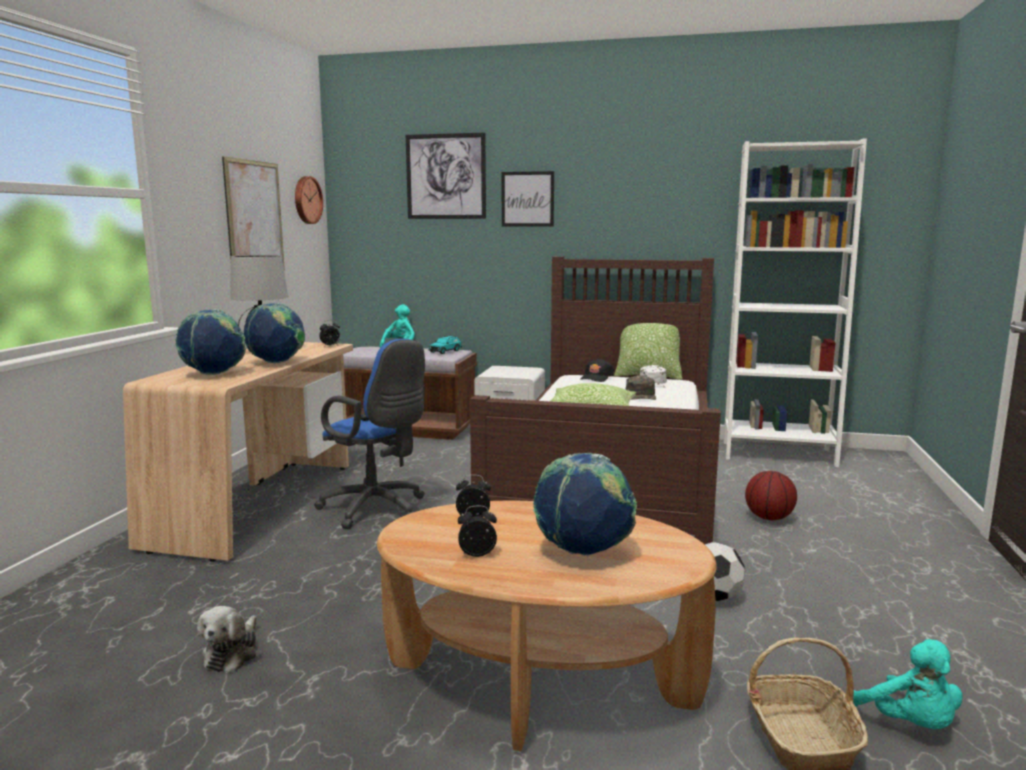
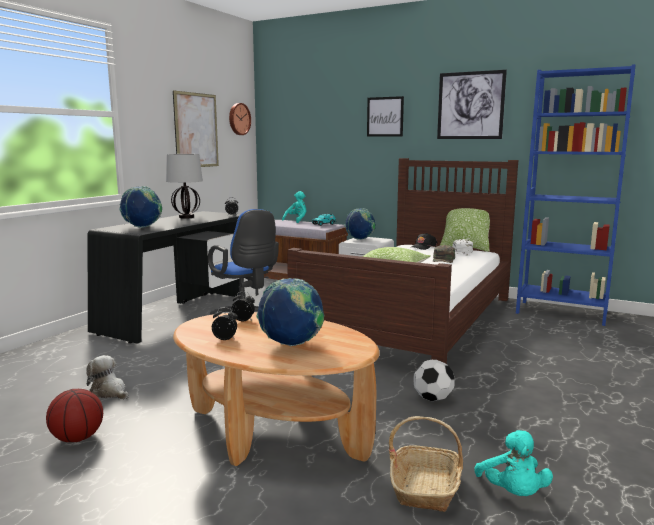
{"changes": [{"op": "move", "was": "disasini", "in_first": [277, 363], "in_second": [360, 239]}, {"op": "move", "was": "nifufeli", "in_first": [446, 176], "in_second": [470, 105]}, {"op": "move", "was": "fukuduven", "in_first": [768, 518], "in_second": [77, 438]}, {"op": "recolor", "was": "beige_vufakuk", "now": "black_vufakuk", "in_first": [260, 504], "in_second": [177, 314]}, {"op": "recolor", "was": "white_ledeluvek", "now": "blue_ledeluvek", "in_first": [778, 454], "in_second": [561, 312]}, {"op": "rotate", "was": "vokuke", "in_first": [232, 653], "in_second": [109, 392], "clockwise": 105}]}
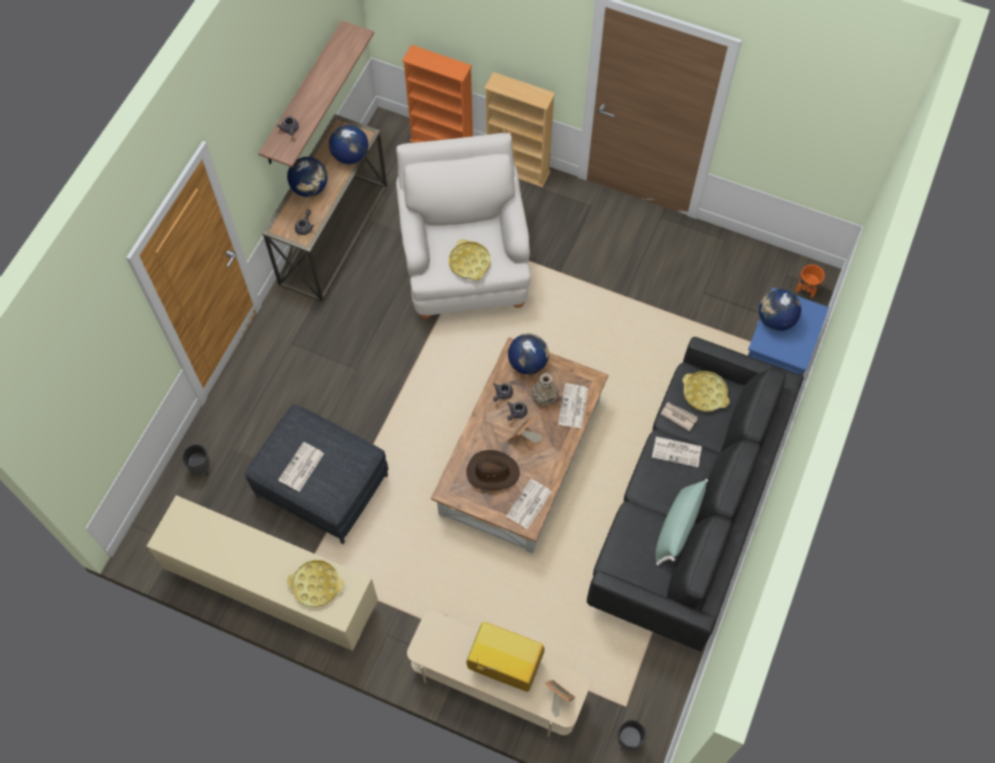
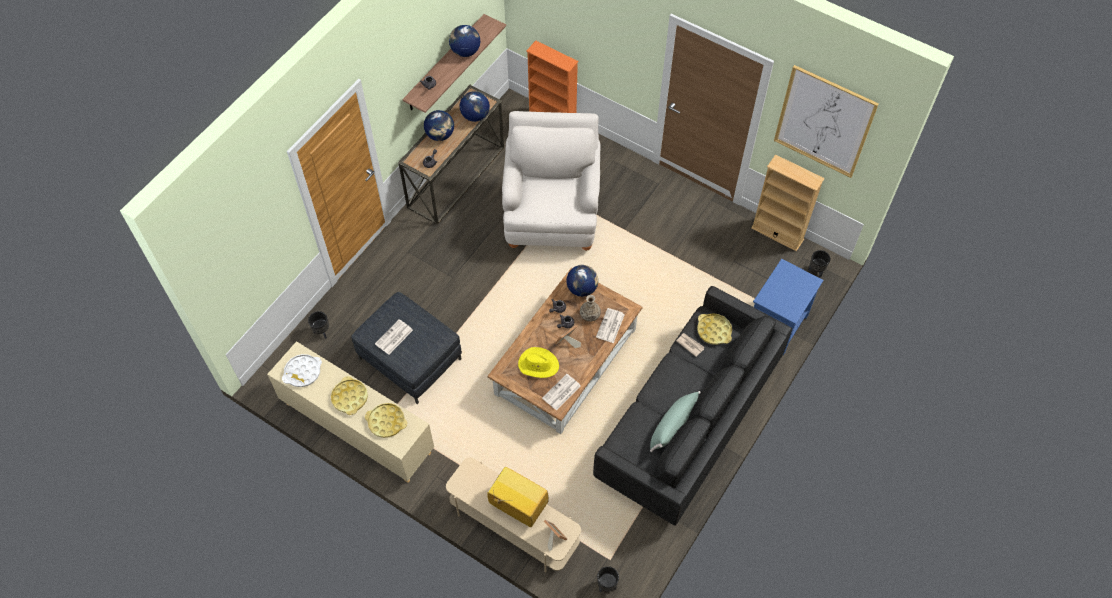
{"changes": [{"op": "delete", "was": "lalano", "in_first": [677, 451]}, {"op": "insert", "now": "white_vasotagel", "in_second": [303, 372]}, {"op": "insert", "now": "nifufeli", "in_second": [824, 122]}, {"op": "move", "was": "yellow_vasotagel", "in_first": [469, 262], "in_second": [350, 397]}, {"op": "move", "was": "beige_ledeluvek", "in_first": [517, 169], "in_second": [777, 233]}, {"op": "move", "was": "disasini", "in_first": [775, 320], "in_second": [465, 52]}, {"op": "recolor", "was": "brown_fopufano", "now": "yellow_fopufano", "in_first": [492, 472], "in_second": [538, 364]}, {"op": "recolor", "was": "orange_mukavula", "now": "black_mukavula", "in_first": [805, 290], "in_second": [815, 271]}]}
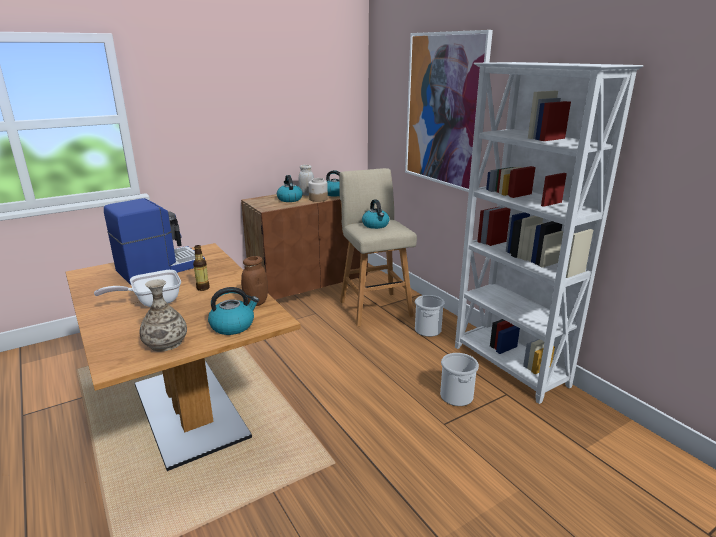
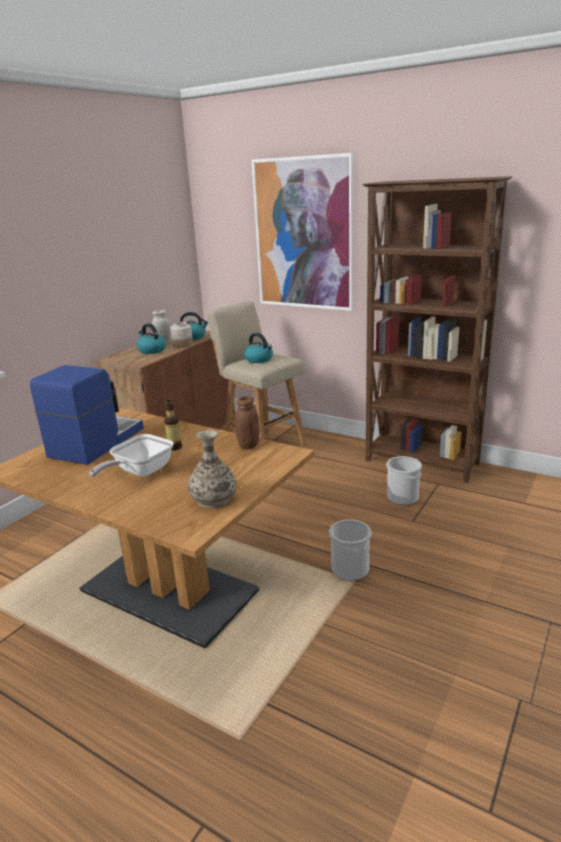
{"changes": [{"op": "delete", "was": "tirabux", "in_first": [233, 325]}, {"op": "move", "was": "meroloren", "in_first": [427, 330], "in_second": [349, 569]}, {"op": "recolor", "was": "white_ledeluvek", "now": "brown_ledeluvek", "in_first": [509, 367], "in_second": [422, 463]}]}
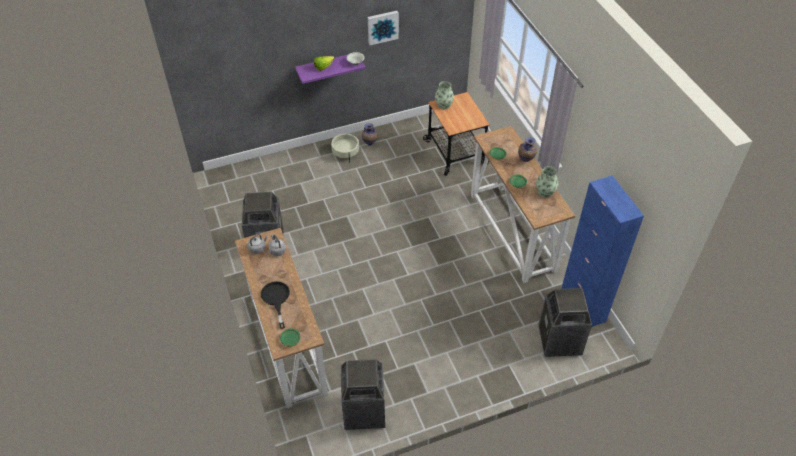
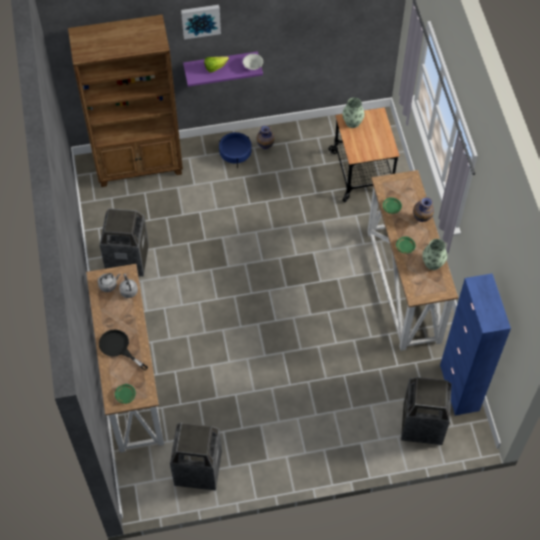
{"changes": [{"op": "insert", "now": "brown_ledeluvek", "in_second": [140, 165]}, {"op": "move", "was": "nifufeli", "in_first": [382, 27], "in_second": [200, 20]}, {"op": "recolor", "was": "beige_mukavula", "now": "blue_mukavula", "in_first": [345, 153], "in_second": [235, 154]}, {"op": "rotate", "was": "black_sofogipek", "in_first": [276, 299], "in_second": [118, 348], "clockwise": -45}]}
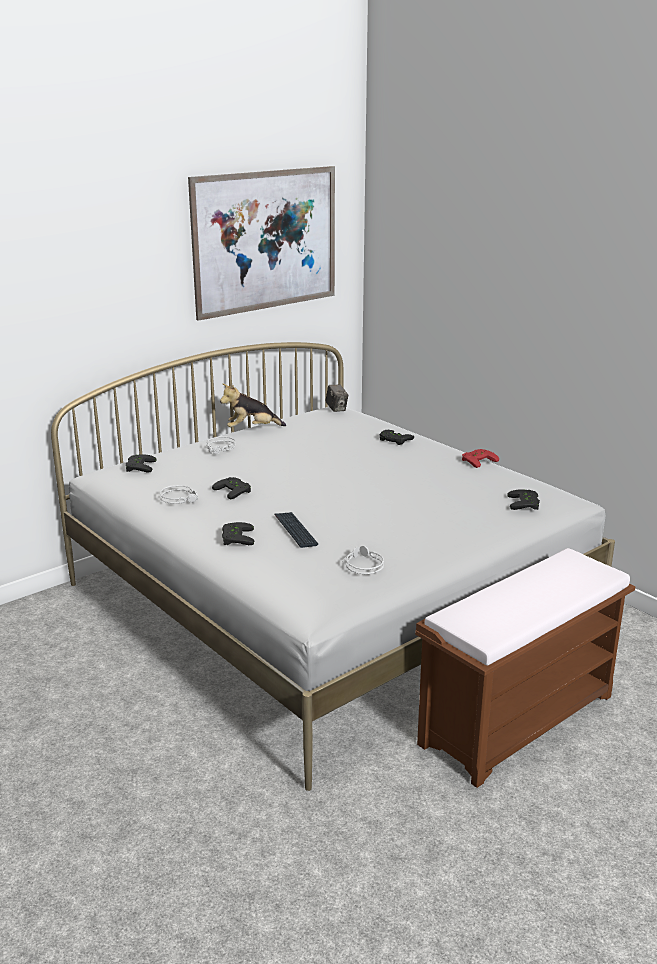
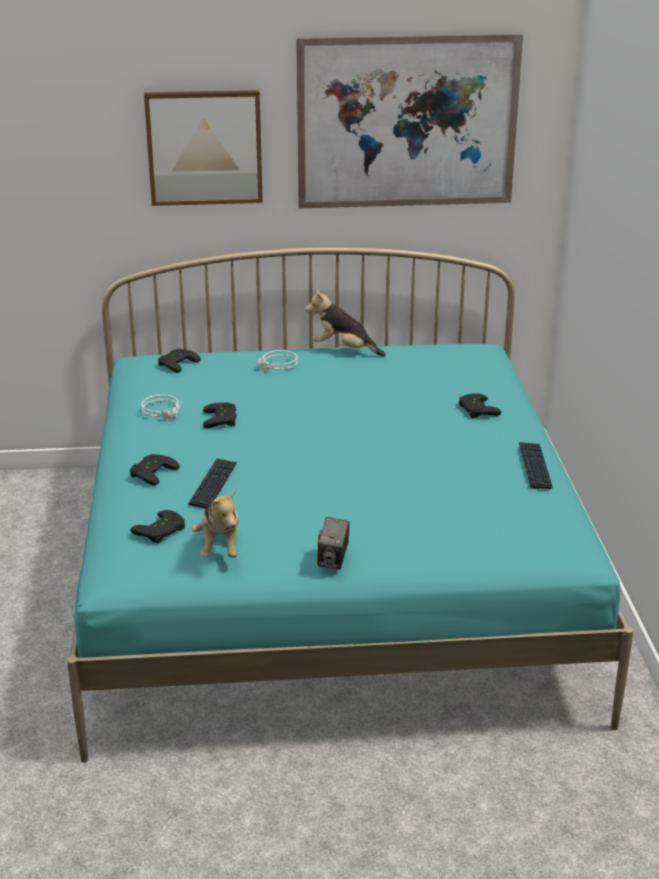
{"changes": [{"op": "delete", "was": "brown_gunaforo", "in_first": [518, 718]}, {"op": "insert", "now": "nifufeli", "in_second": [204, 147]}, {"op": "move", "was": "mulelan", "in_first": [336, 409], "in_second": [333, 560]}, {"op": "move", "was": "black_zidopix", "in_first": [526, 503], "in_second": [161, 531]}, {"op": "replace", "was": "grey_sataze", "now": "vokuke", "in_first": [362, 565], "in_second": [220, 546]}, {"op": "replace", "was": "red_zidopix", "now": "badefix", "in_first": [477, 460], "in_second": [534, 466]}, {"op": "recolor", "was": "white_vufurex", "now": "turquoise_vufurex", "in_first": [328, 600], "in_second": [329, 578]}]}
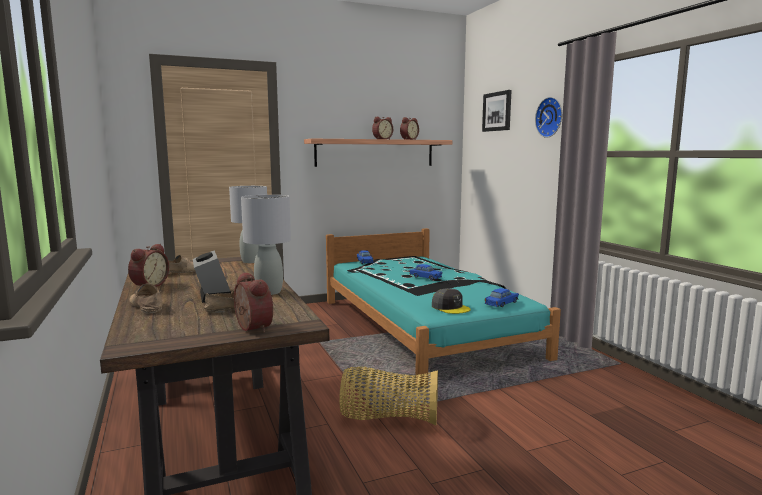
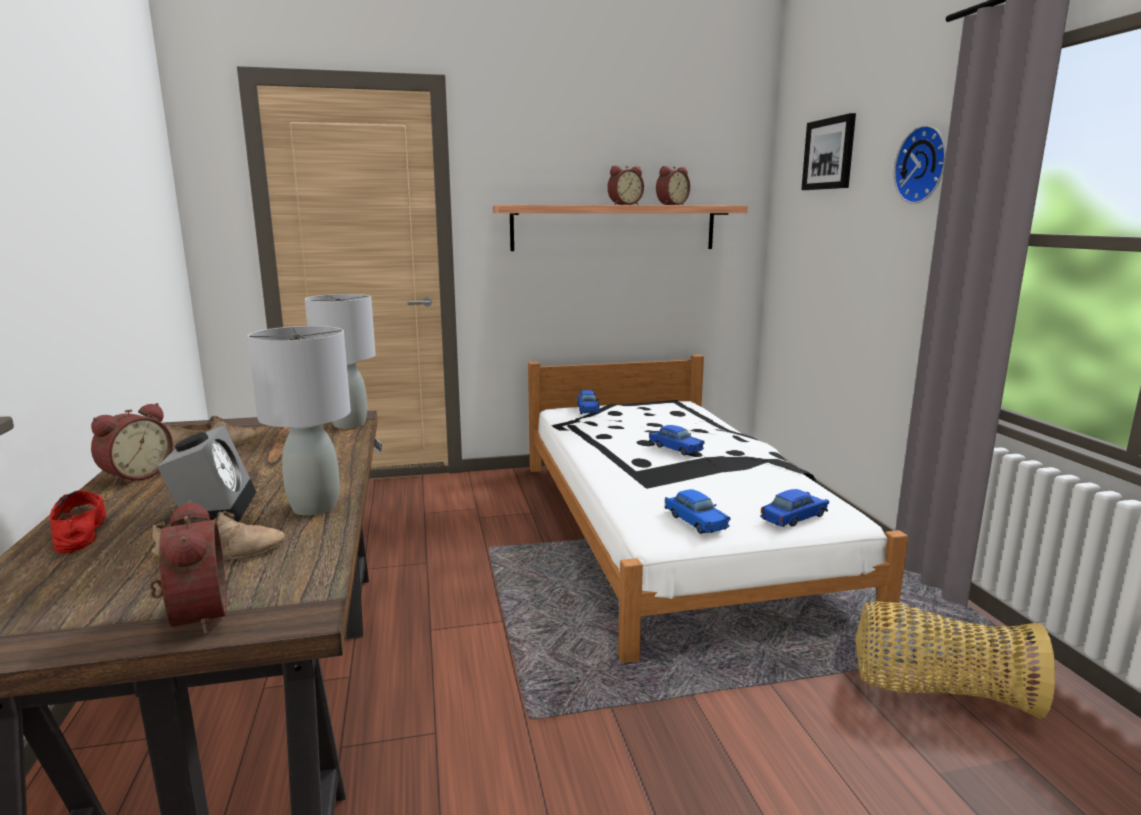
{"changes": [{"op": "move", "was": "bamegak", "in_first": [388, 418], "in_second": [938, 692]}, {"op": "replace", "was": "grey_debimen", "now": "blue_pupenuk", "in_first": [450, 307], "in_second": [695, 521]}, {"op": "recolor", "was": "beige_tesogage", "now": "red_tesogage", "in_first": [145, 306], "in_second": [77, 532]}, {"op": "recolor", "was": "turquoise_vufurex", "now": "white_vufurex", "in_first": [423, 326], "in_second": [669, 529]}]}
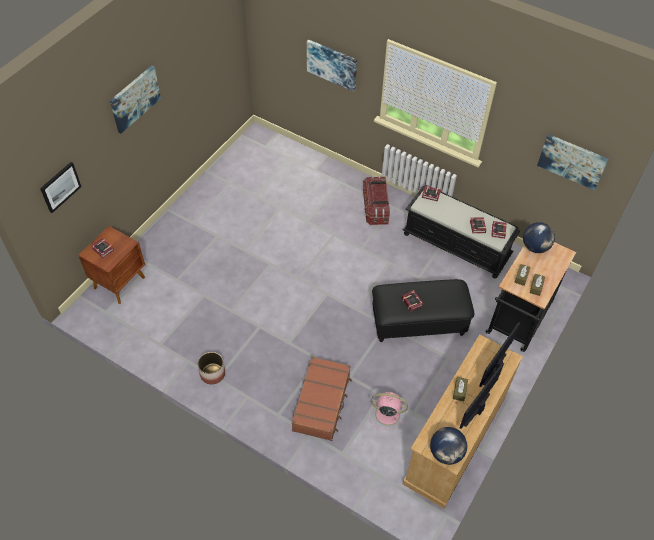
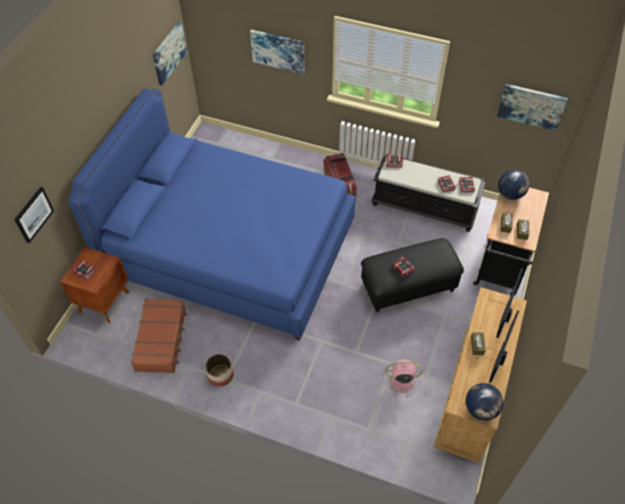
{"changes": [{"op": "insert", "now": "blue_vufurex", "in_second": [230, 249]}, {"op": "move", "was": "nifufeli", "in_first": [135, 98], "in_second": [169, 53]}, {"op": "move", "was": "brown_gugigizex", "in_first": [322, 402], "in_second": [161, 340]}]}
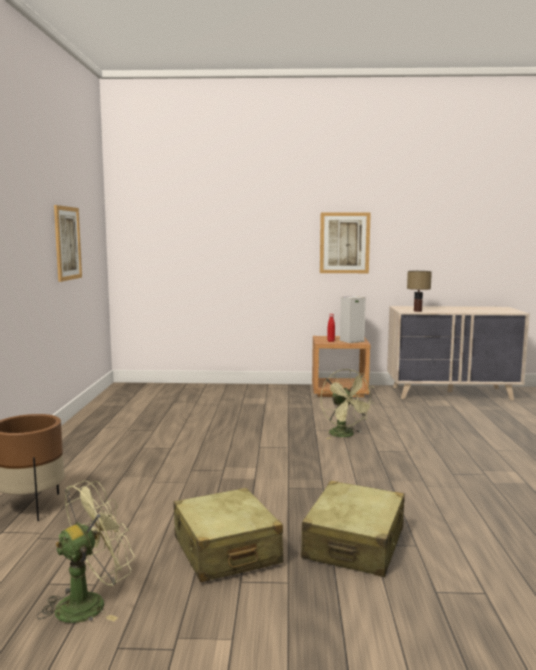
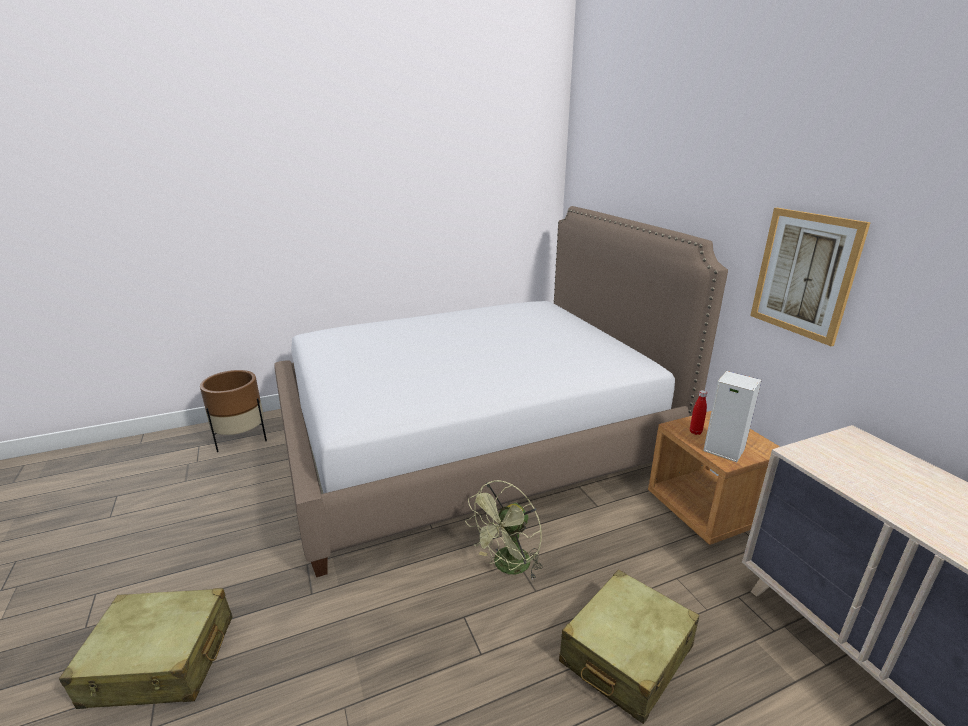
{"changes": [{"op": "delete", "was": "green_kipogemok", "in_first": [90, 603]}, {"op": "delete", "was": "nifufeli", "in_first": [67, 243]}, {"op": "delete", "was": "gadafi", "in_first": [418, 311]}, {"op": "insert", "now": "vufurex", "in_second": [473, 442]}, {"op": "move", "was": "beige_gugigizex", "in_first": [226, 551], "in_second": [626, 655]}]}
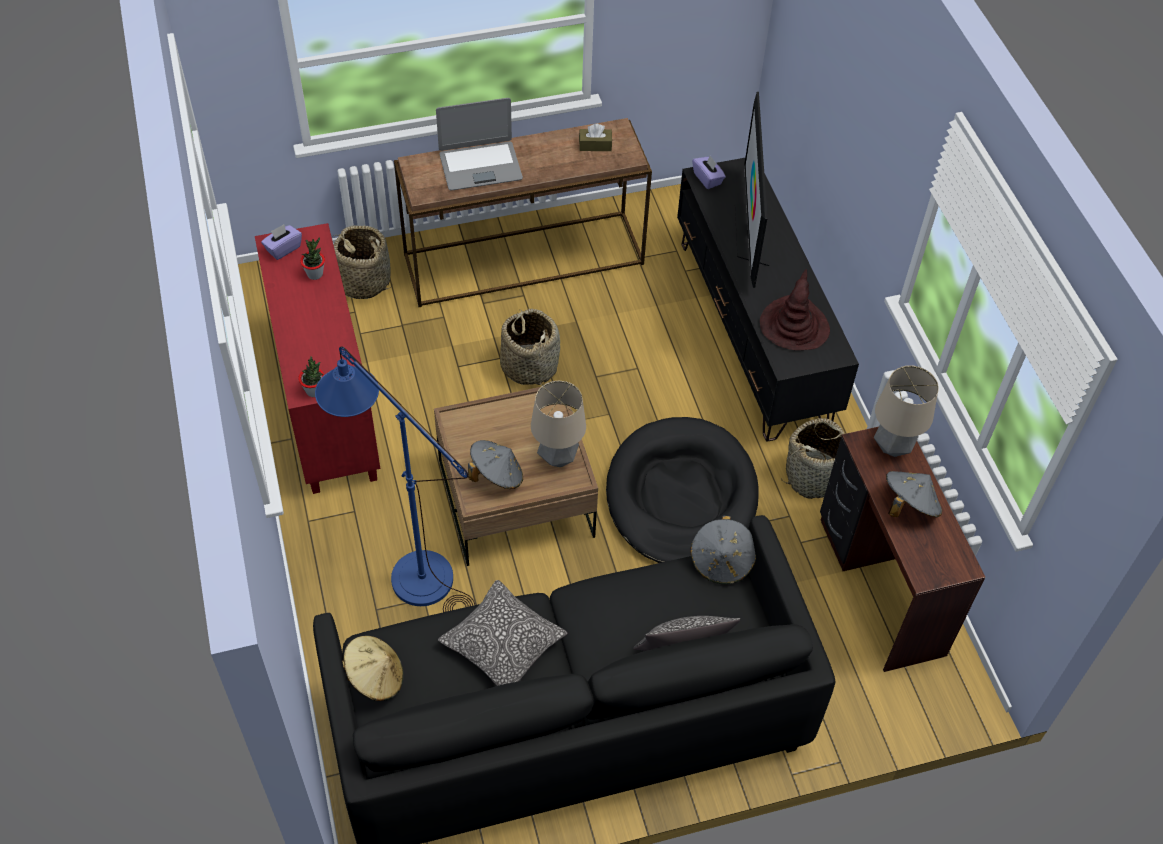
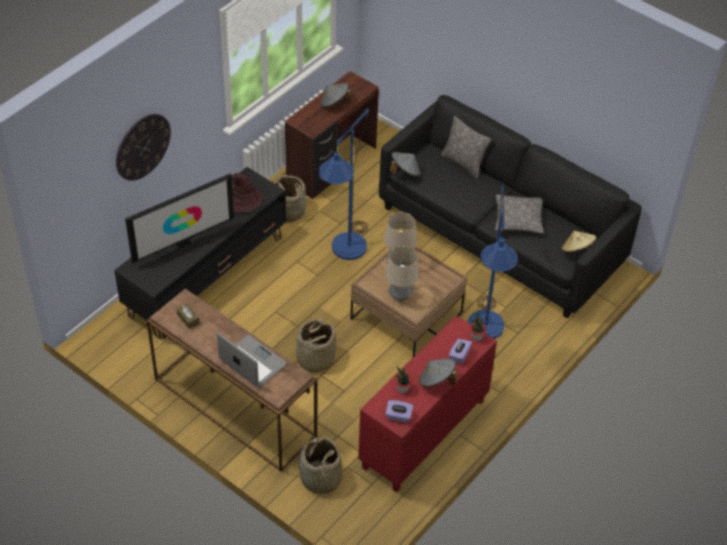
{"changes": [{"op": "insert", "now": "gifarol", "in_second": [142, 146]}, {"op": "move", "was": "grey_fopufano", "in_first": [496, 475], "in_second": [436, 380]}, {"op": "move", "was": "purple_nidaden", "in_first": [707, 179], "in_second": [459, 355]}, {"op": "move", "was": "gadafi", "in_first": [892, 447], "in_second": [400, 296]}, {"op": "replace", "was": "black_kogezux", "now": "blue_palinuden", "in_first": [681, 496], "in_second": [345, 254]}]}
